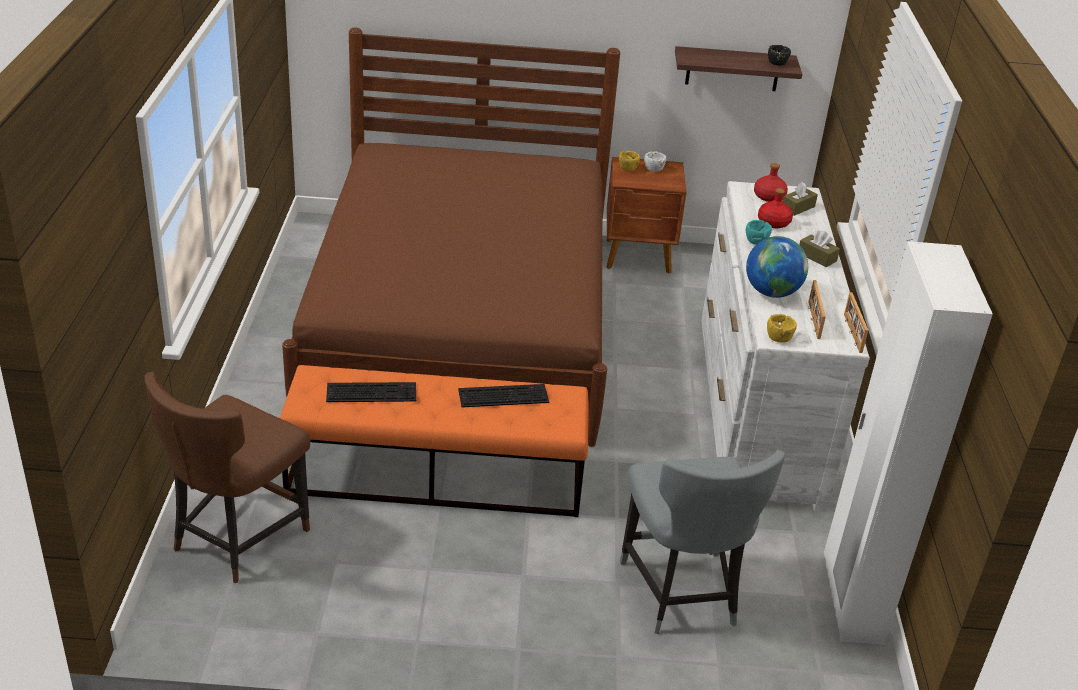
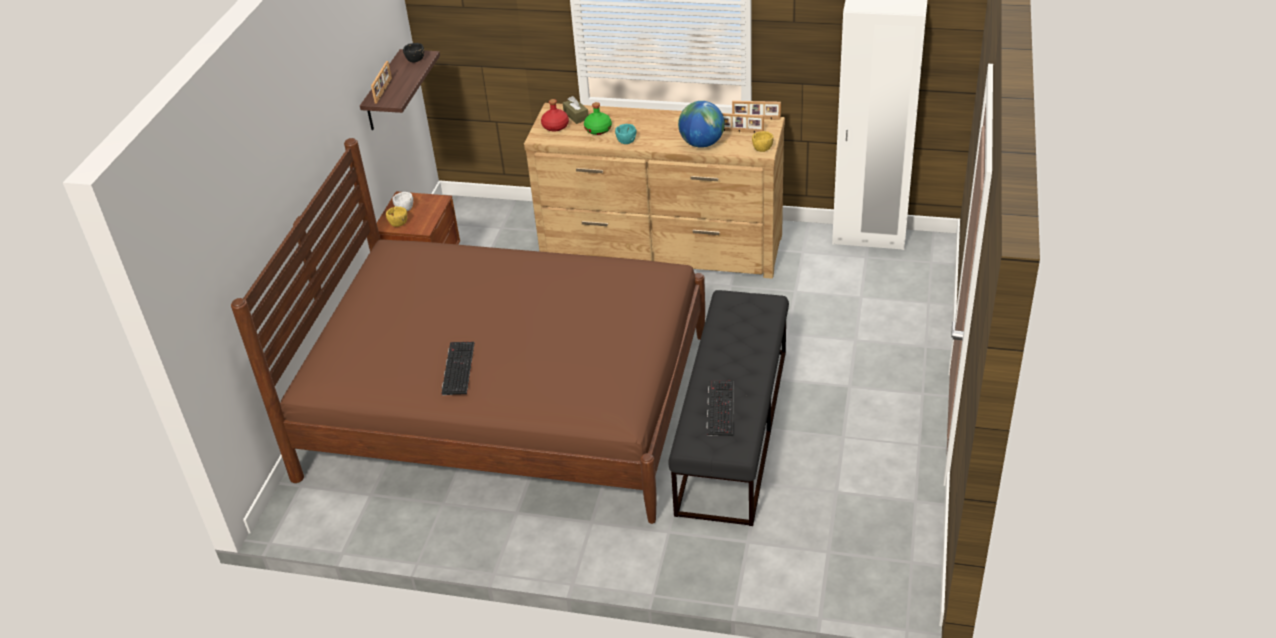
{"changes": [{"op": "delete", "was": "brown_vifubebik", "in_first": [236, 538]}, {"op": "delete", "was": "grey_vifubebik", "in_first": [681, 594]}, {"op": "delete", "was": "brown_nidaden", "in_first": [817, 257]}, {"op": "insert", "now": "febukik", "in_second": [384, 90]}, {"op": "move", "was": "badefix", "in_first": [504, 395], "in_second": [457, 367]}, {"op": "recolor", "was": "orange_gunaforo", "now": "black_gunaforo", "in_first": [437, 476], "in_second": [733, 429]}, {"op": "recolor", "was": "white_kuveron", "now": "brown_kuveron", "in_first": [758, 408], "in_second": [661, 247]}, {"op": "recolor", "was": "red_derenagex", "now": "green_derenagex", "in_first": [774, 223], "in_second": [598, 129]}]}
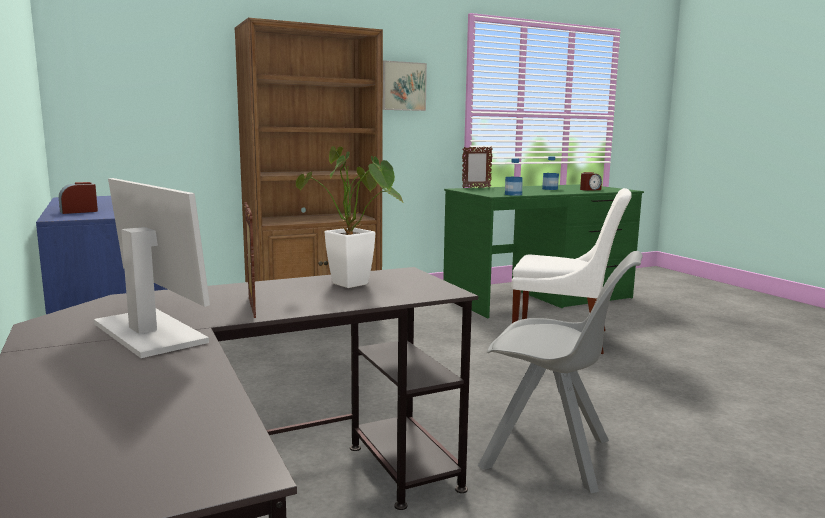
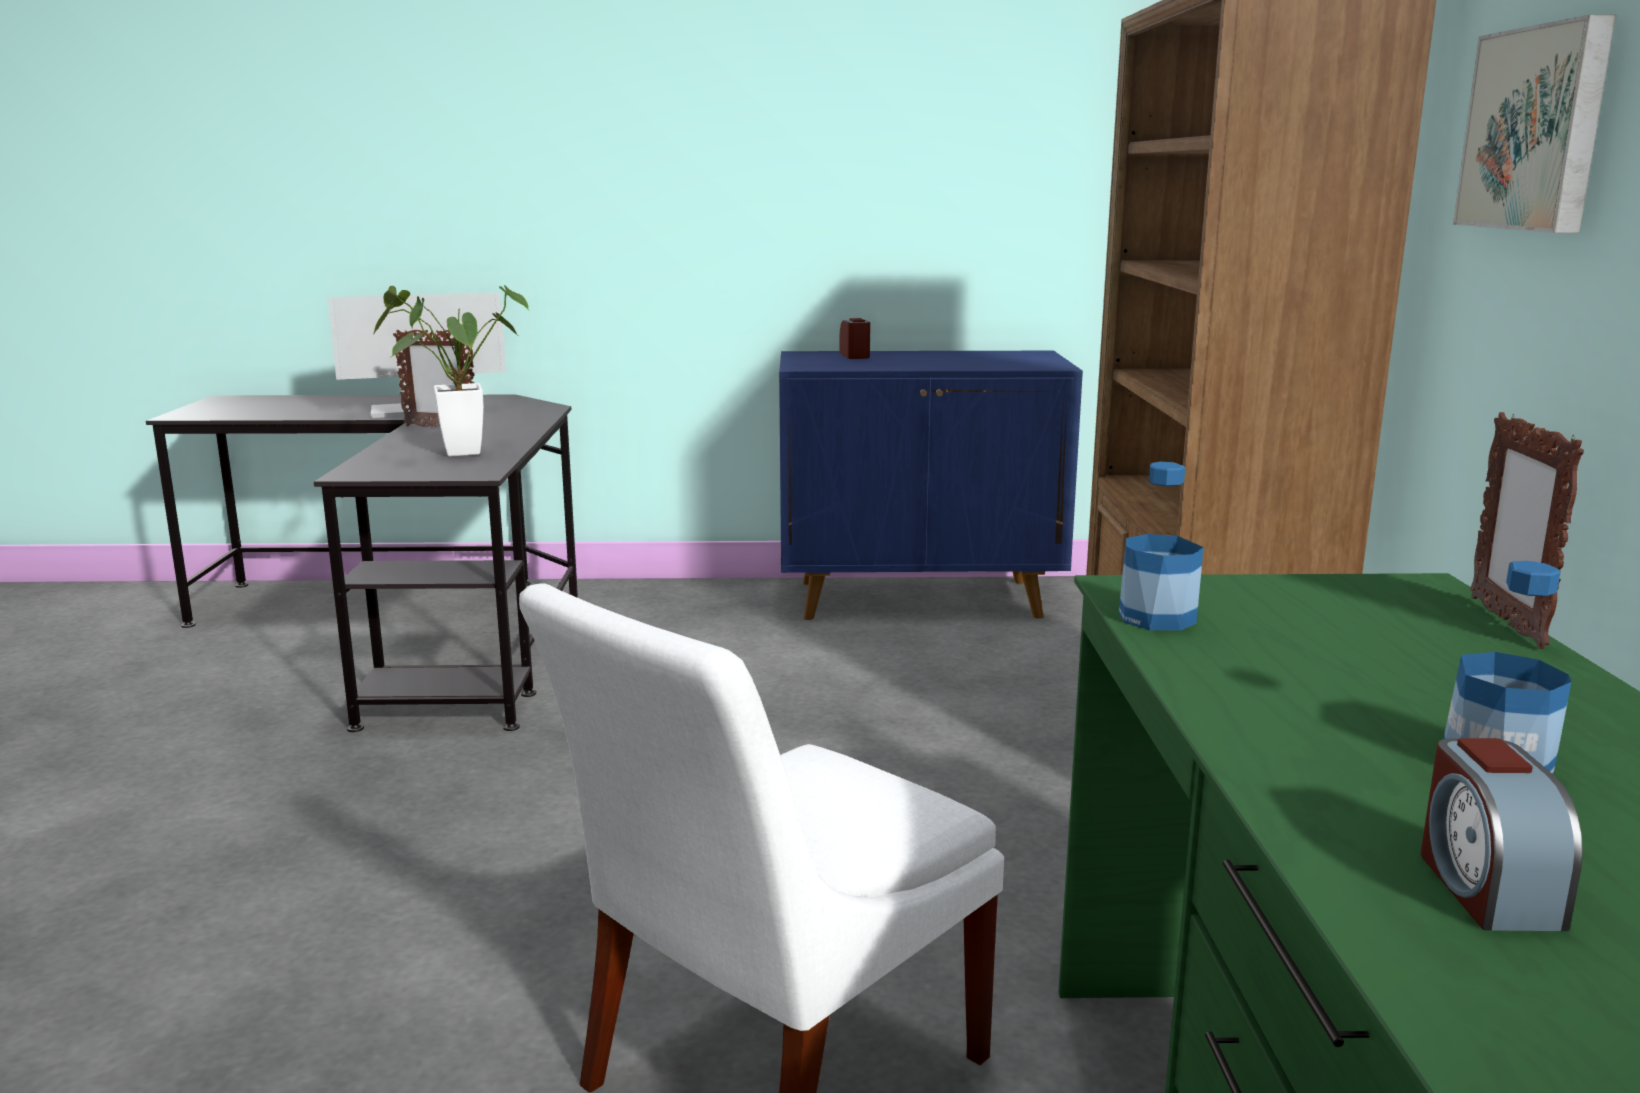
{"changes": [{"op": "delete", "was": "grey_vifubebik", "in_first": [550, 455]}]}
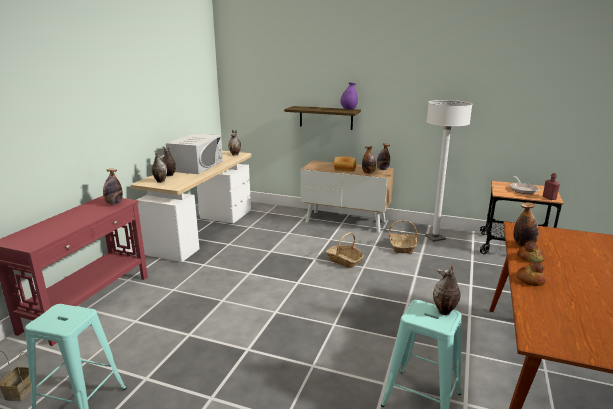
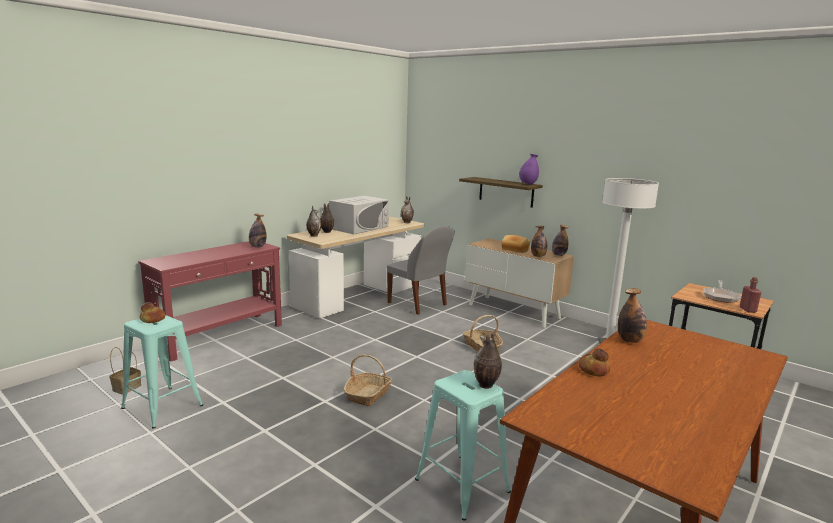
{"changes": [{"op": "insert", "now": "grey_vifubebik", "in_second": [418, 304]}, {"op": "move", "was": "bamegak", "in_first": [402, 247], "in_second": [368, 394]}, {"op": "move", "was": "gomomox", "in_first": [530, 258], "in_second": [153, 319]}]}
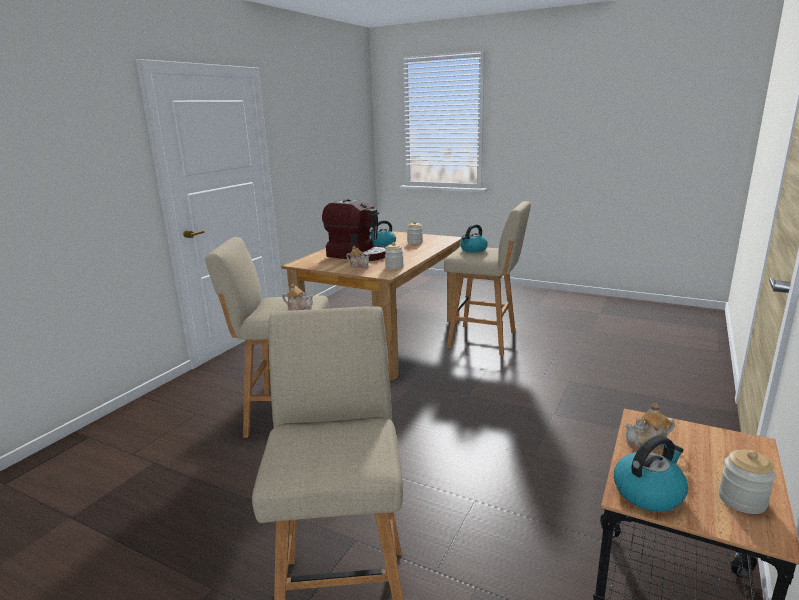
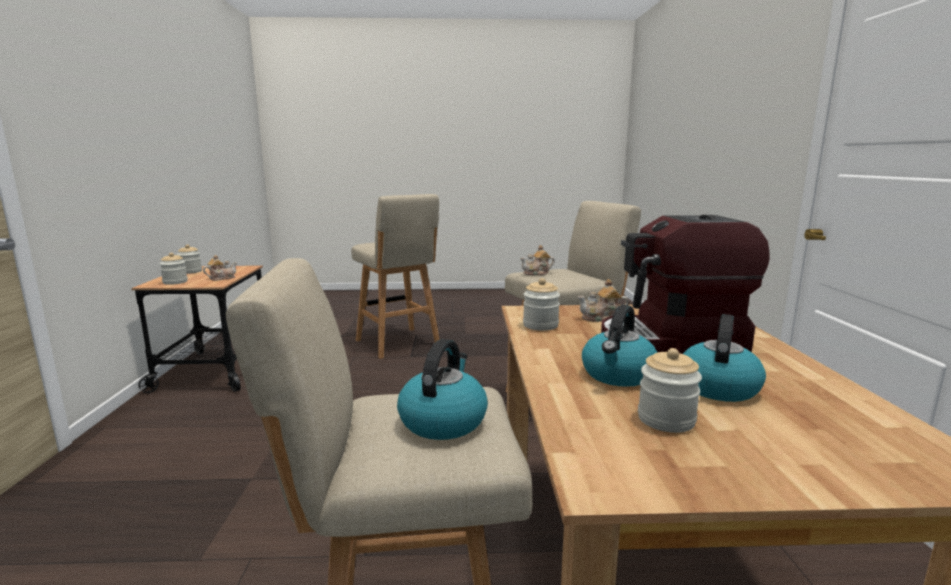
{"changes": [{"op": "insert", "now": "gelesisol", "in_second": [175, 282]}, {"op": "move", "was": "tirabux", "in_first": [648, 492], "in_second": [618, 375]}]}
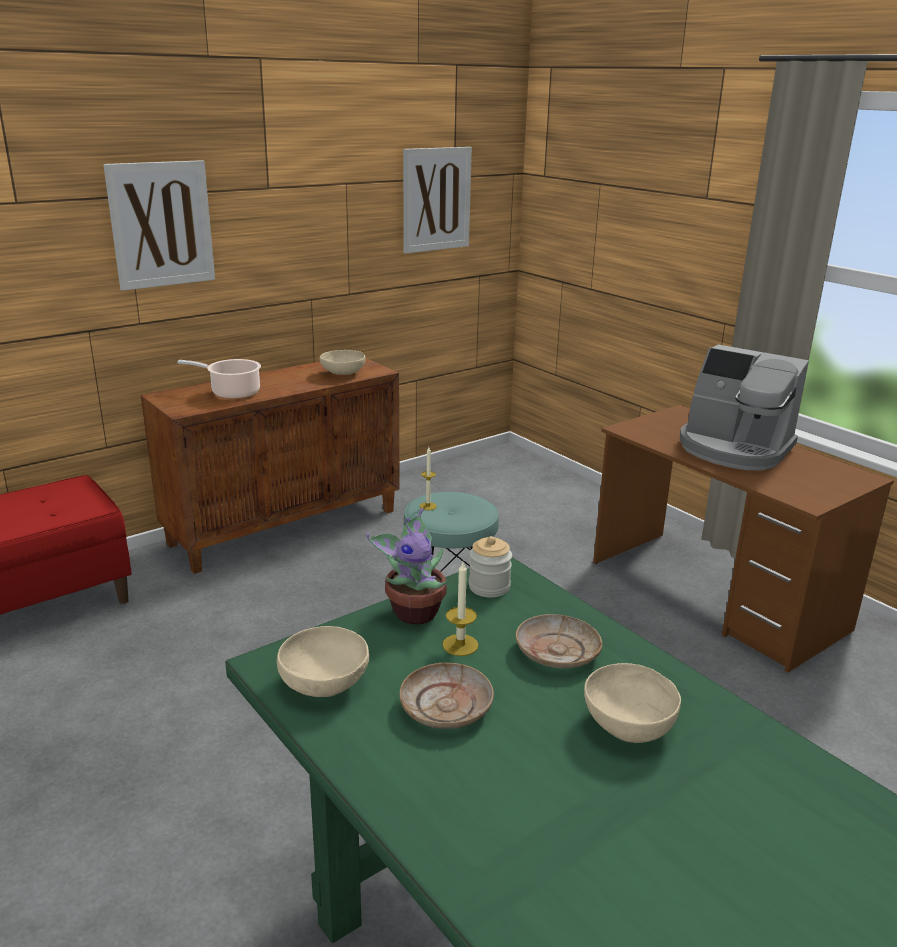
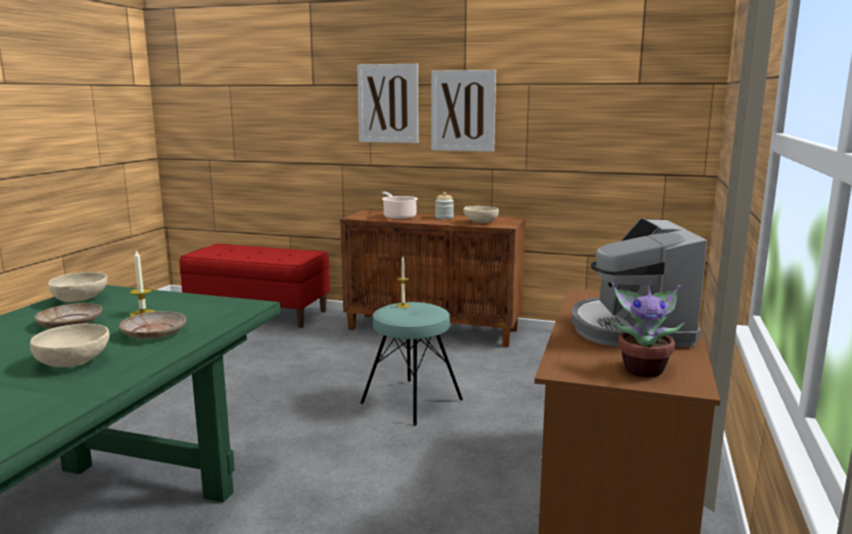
{"changes": [{"op": "move", "was": "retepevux", "in_first": [413, 611], "in_second": [643, 369]}, {"op": "move", "was": "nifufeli", "in_first": [436, 199], "in_second": [463, 111]}, {"op": "move", "was": "gelesisol", "in_first": [489, 587], "in_second": [444, 217]}]}
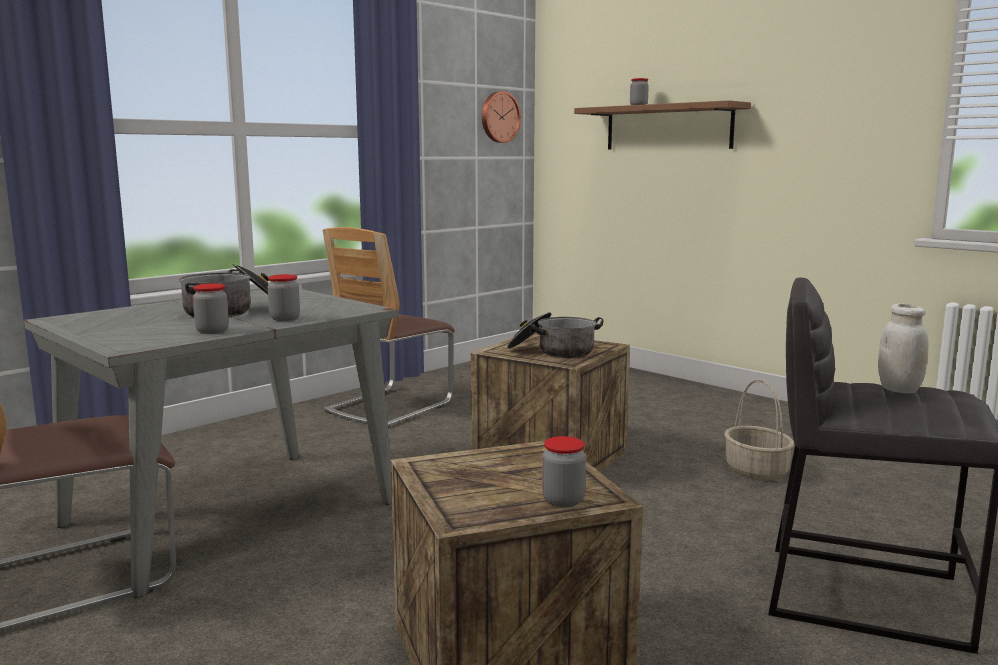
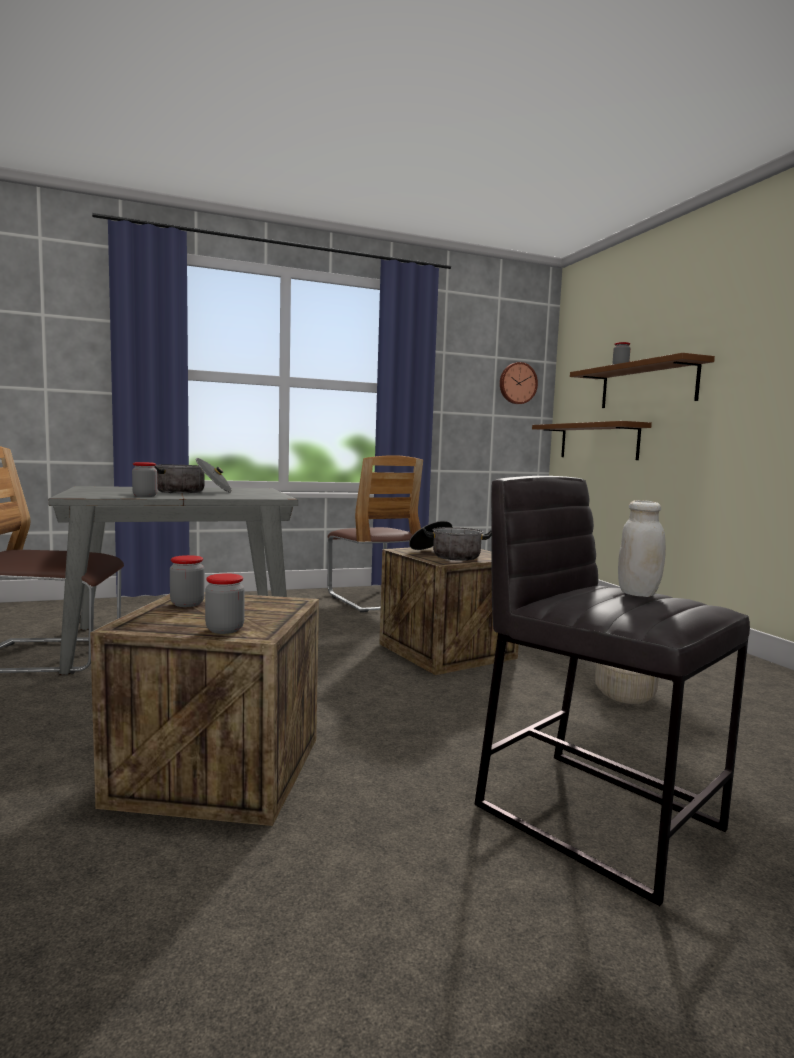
{"changes": [{"op": "insert", "now": "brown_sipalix", "in_second": [598, 441]}, {"op": "move", "was": "gelesisol", "in_first": [285, 318], "in_second": [187, 604]}, {"op": "rotate", "was": "vifubebik", "in_first": [389, 407], "in_second": [373, 600], "clockwise": -90}]}
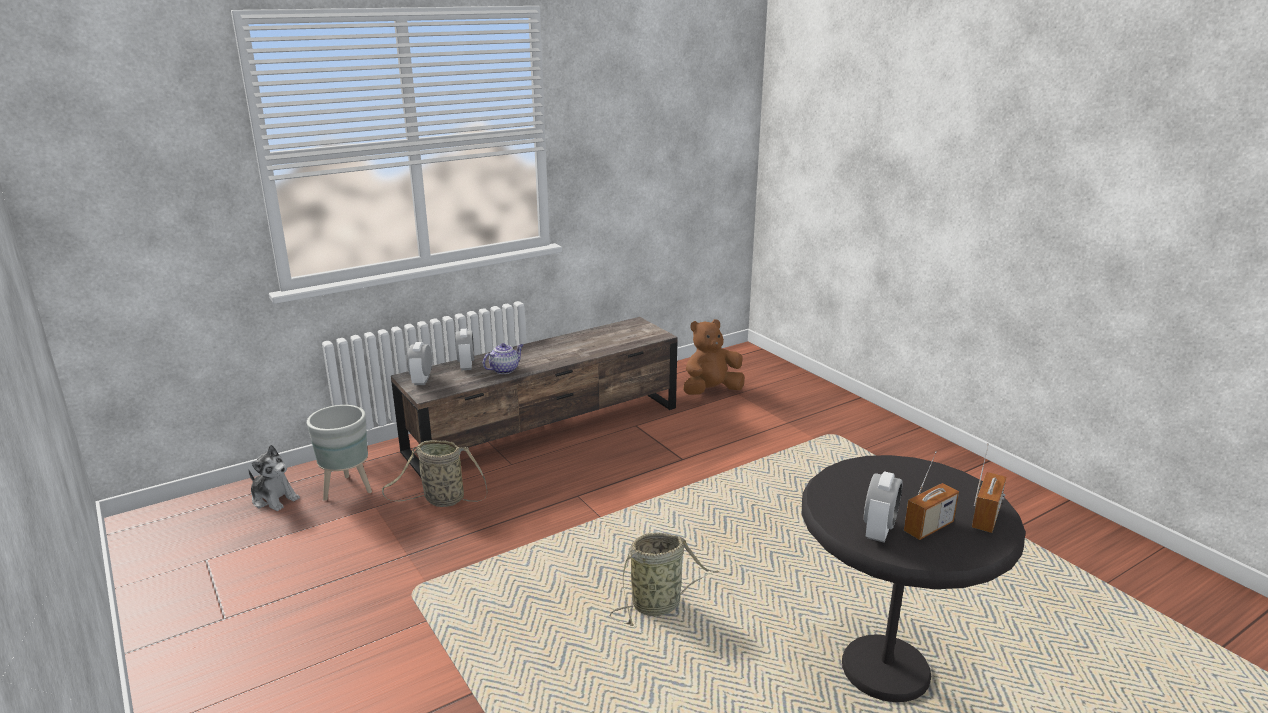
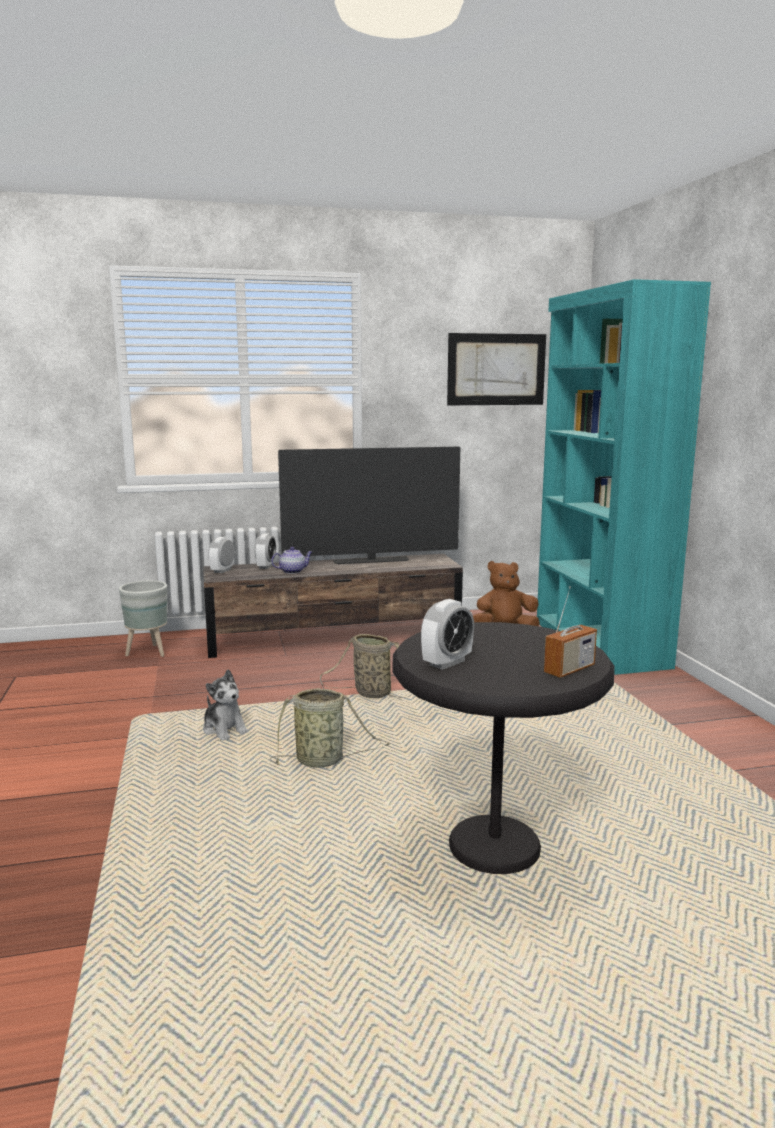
{"changes": [{"op": "delete", "was": "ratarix", "in_first": [928, 527]}, {"op": "insert", "now": "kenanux", "in_second": [371, 561]}, {"op": "insert", "now": "nifufeli", "in_second": [496, 369]}, {"op": "insert", "now": "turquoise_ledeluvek", "in_second": [598, 644]}, {"op": "move", "was": "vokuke", "in_first": [274, 499], "in_second": [225, 729]}, {"op": "move", "was": "bamegak", "in_first": [441, 500], "in_second": [370, 693]}]}
